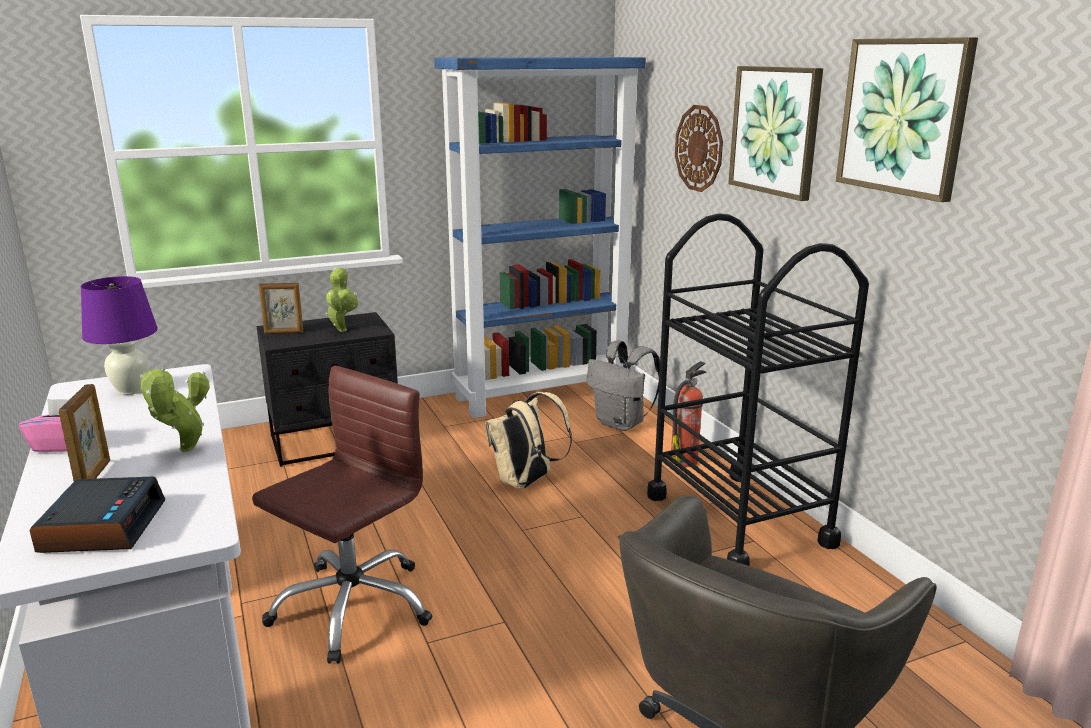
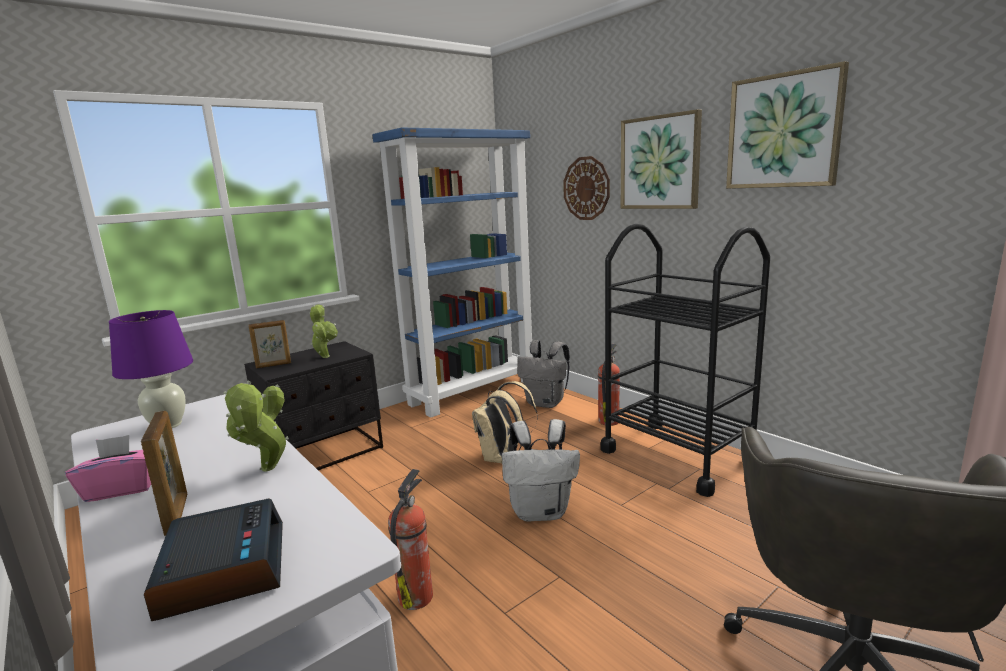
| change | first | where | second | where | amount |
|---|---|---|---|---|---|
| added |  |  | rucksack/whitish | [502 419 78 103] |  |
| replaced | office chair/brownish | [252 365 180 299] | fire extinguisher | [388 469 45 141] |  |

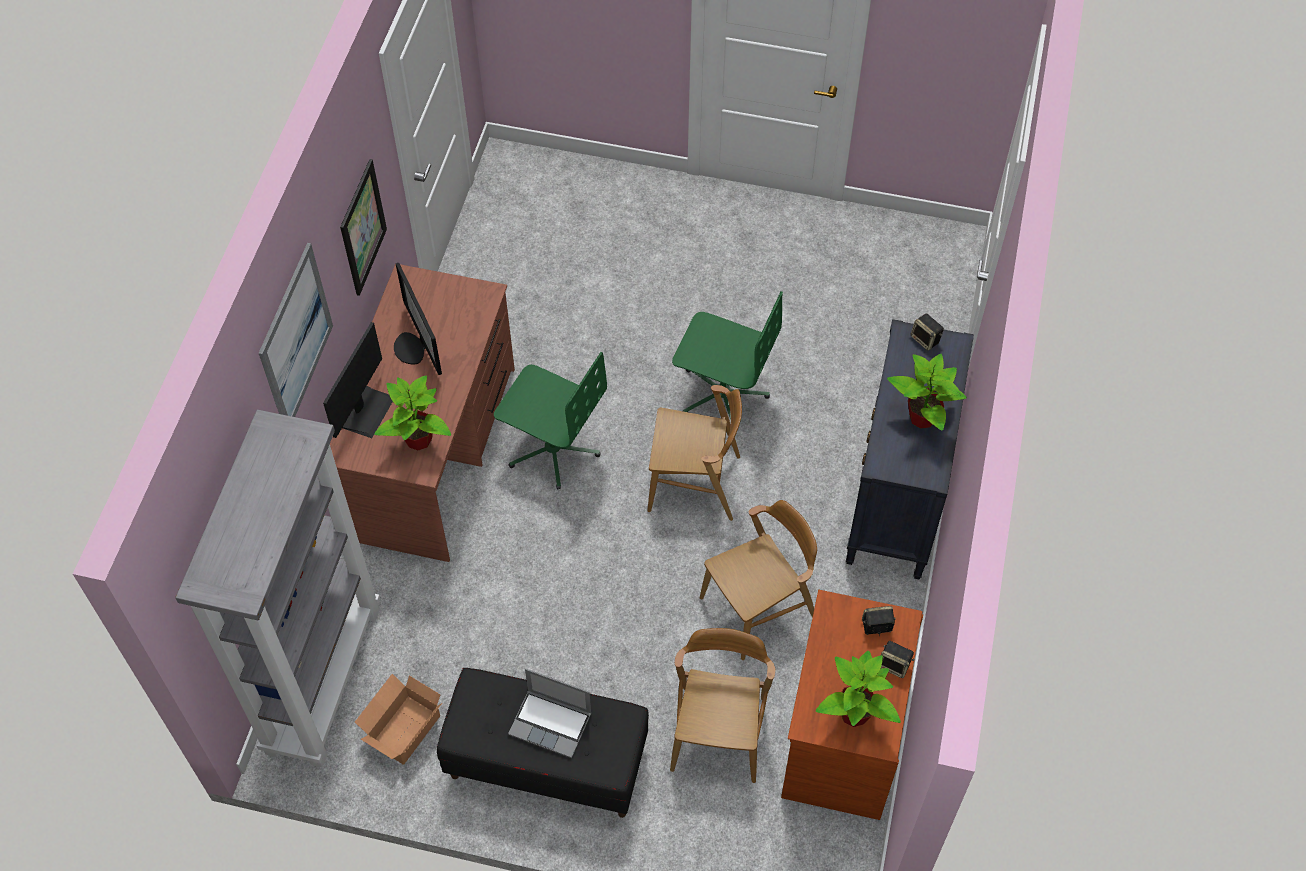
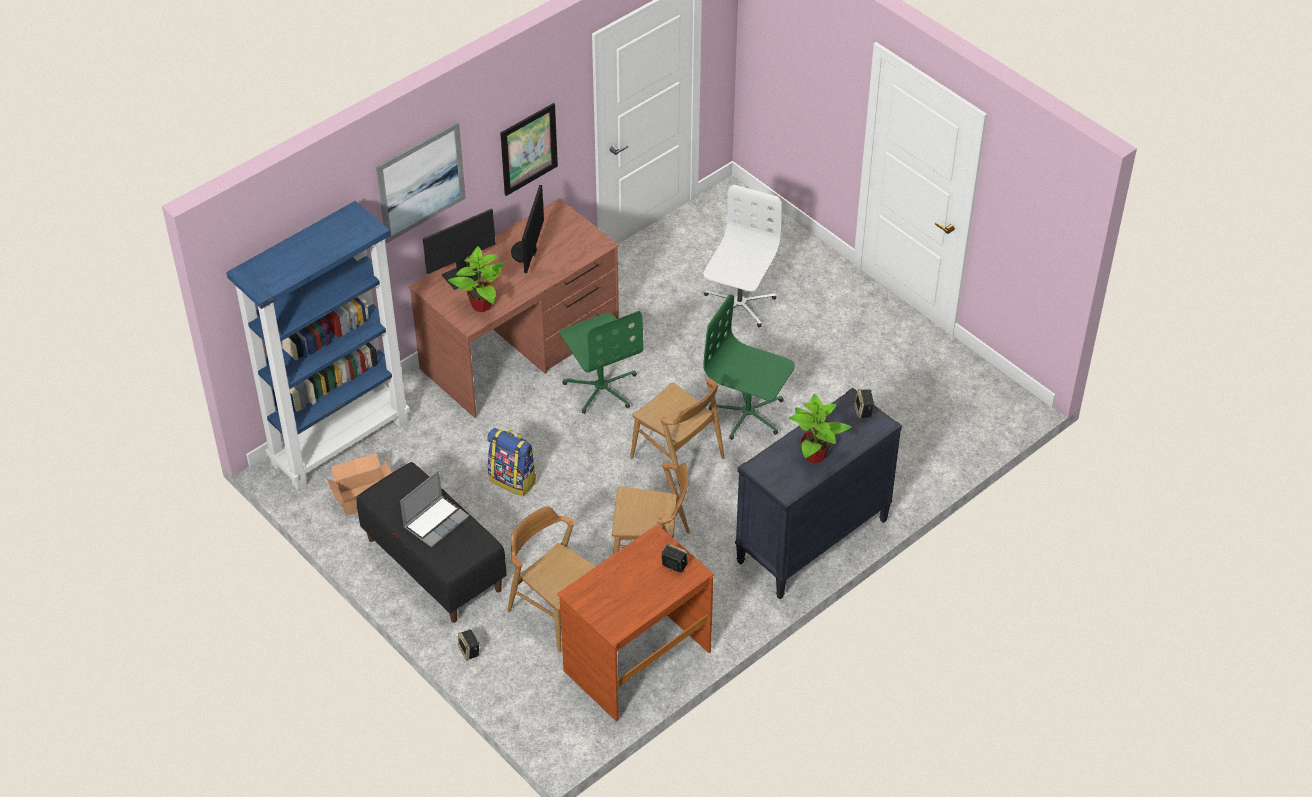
| change | first | where | second | where | amount |
|---|---|---|---|---|---|
| removed | houseplant | [816 651 85 76] |  |  |  |
| added |  |  | rucksack | [487 428 50 68] |  |
| added |  |  | office chair/whitish | [703 185 79 142] |  |
| moved | loudspeaker | [881 641 33 37] |  | [458 629 21 32] |  |
| recoloured | bookshelf/grey | [175 410 205 358] | bookshelf/blue-coloured | [226 201 184 289] |  |
| turned | laptop | [508 669 83 89] |  | [400 470 69 78] | 105 degrees counterclockwise |
| turned | chair/brownish | [670 628 105 155] |  | [508 506 88 147] | 90 degrees counterclockwise |
| turned | office chair/green-coloured | [672 291 111 129] |  | [703 294 92 146] | 150 degrees clockwise |

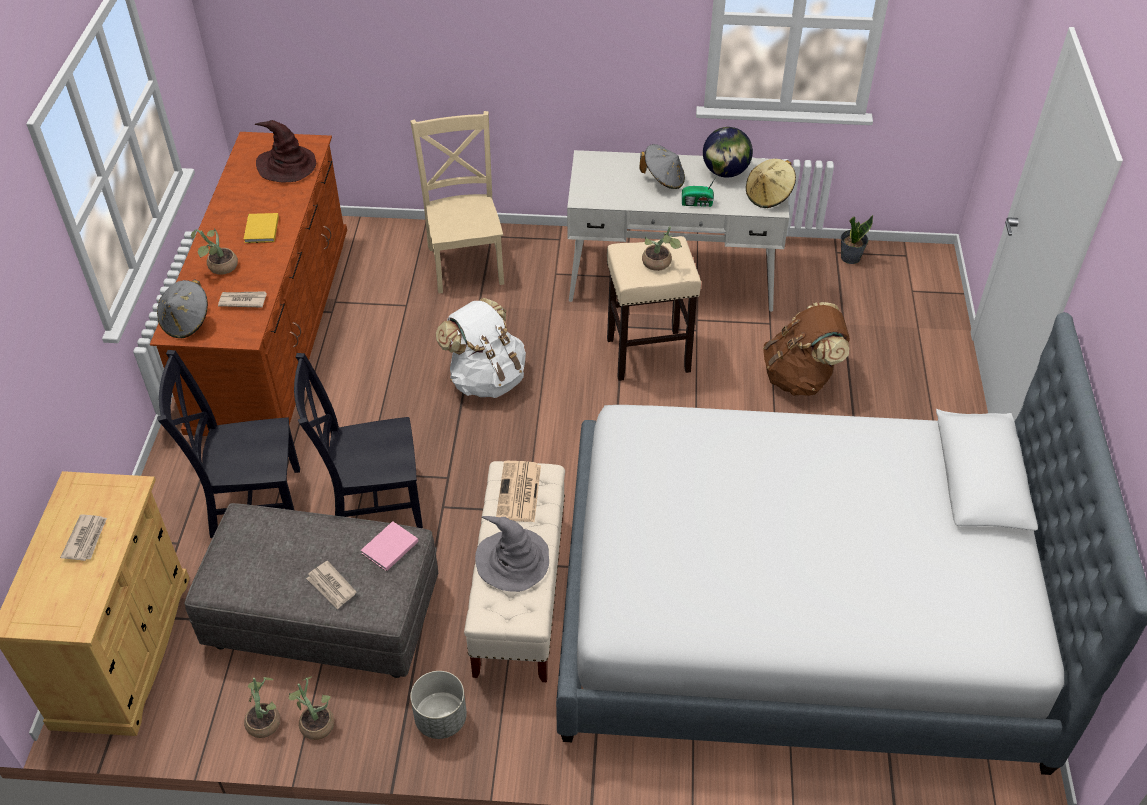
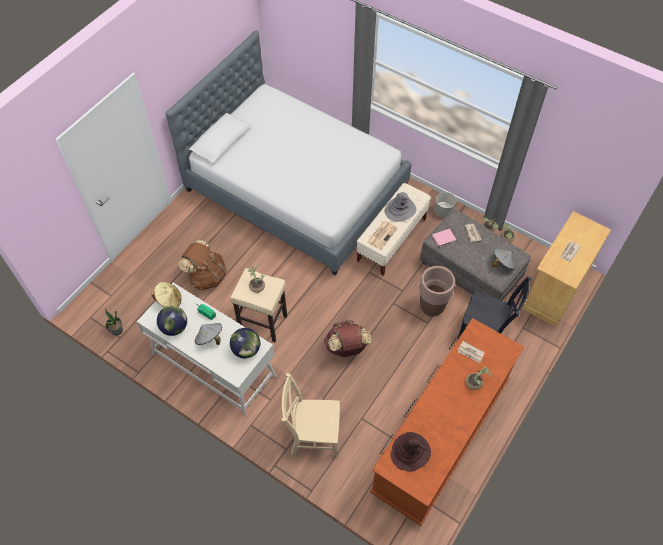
| change | first | where | second | where | amount |
|---|---|---|---|---|---|
| removed | volume/yellow-coloured | [244 213 35 30] |  |  |  |
| added |  |  | world globe | [230 328 30 30] |  |
| moved | wearable hat/grey | [157 279 51 59] |  | [492 248 24 22] |  |
| replaced | chair/black | [294 353 129 175] | planter/brownish | [419 266 36 50] |  |
| recoloured | rucksack/whitish | [436 298 90 100] | rucksack/brownish | [324 320 48 37] |  |
| turned | chair/beige-coloured | [410 111 94 183] |  | [282 373 58 84] | 75 degrees clockwise |

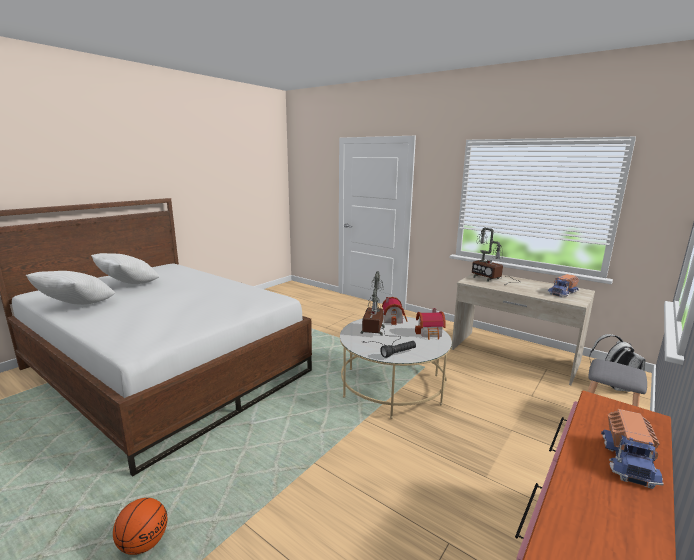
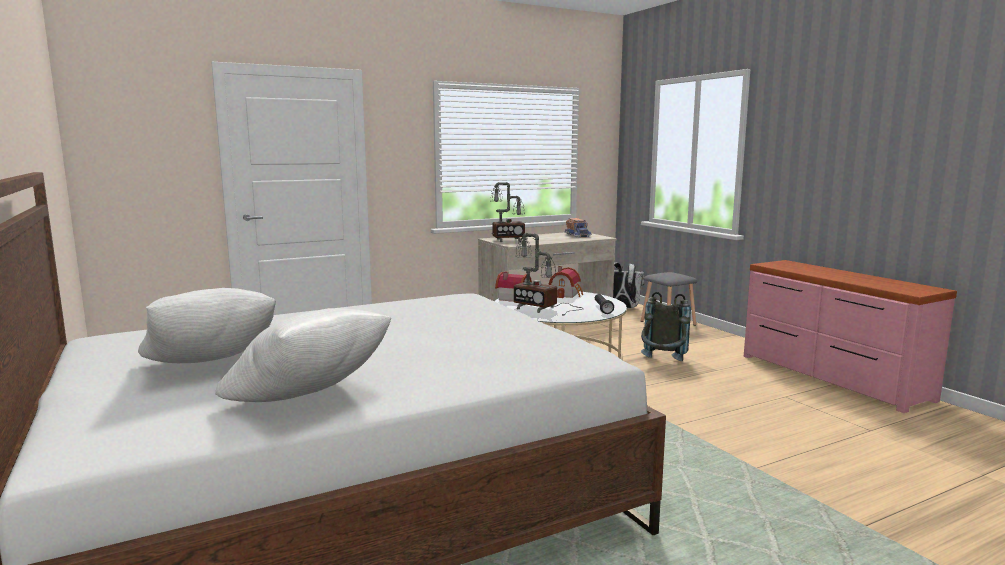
| change | first | where | second | where | amount |
|---|---|---|---|---|---|
| removed | ball for basketball | [113 498 55 57] |  |  |  |
| removed | model truck | [601 409 63 80] |  |  |  |
| added |  |  | rucksack/grey | [641 292 50 69] |  |

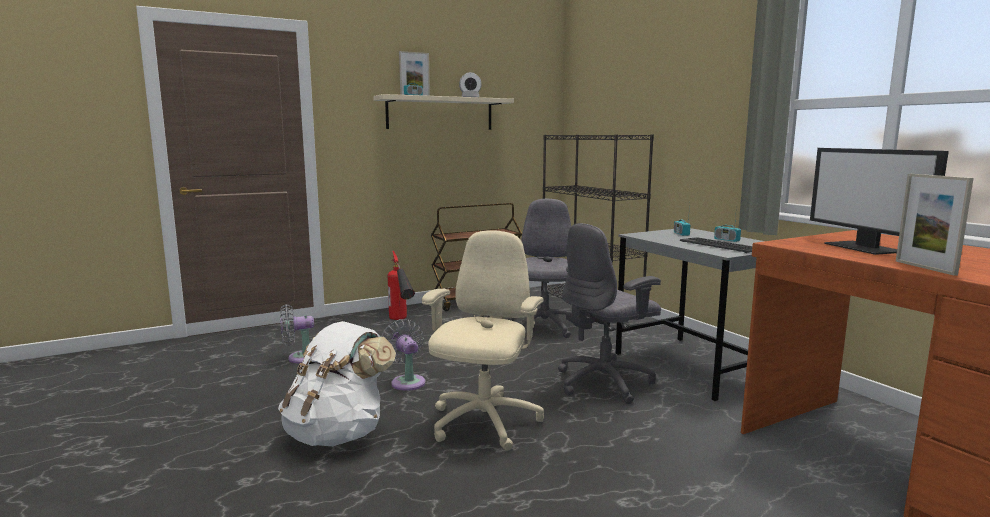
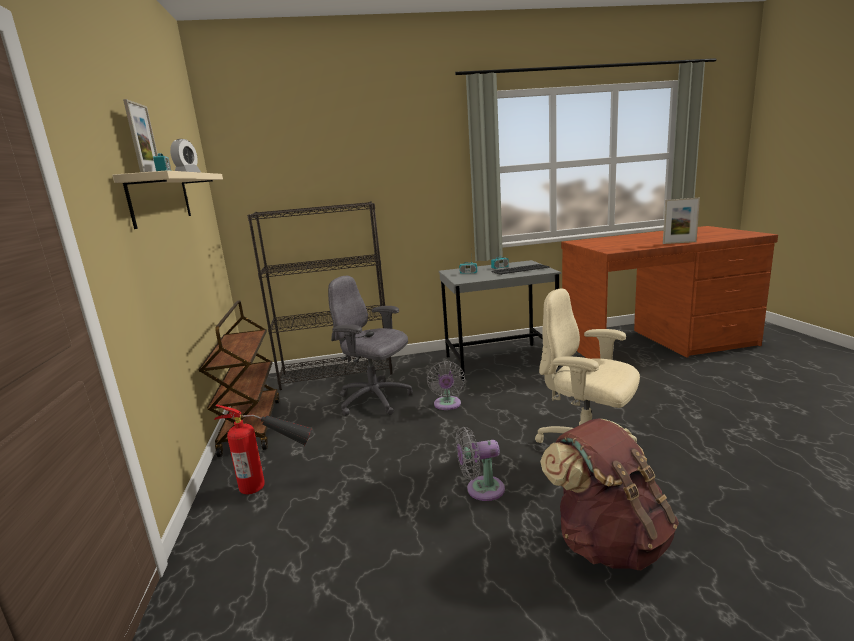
| change | first | where | second | where | amount |
|---|---|---|---|---|---|
| removed | office chair/grey | [558 223 103 181] |  |  |  |
| removed | computer display | [810 148 139 107] |  |  |  |
| moved | electric fan/grey | [280 304 34 59] |  | [427 361 38 49] |  |
| recoloured | rucksack/whitish | [278 321 118 125] | rucksack/brownish | [540 418 139 152] |  |

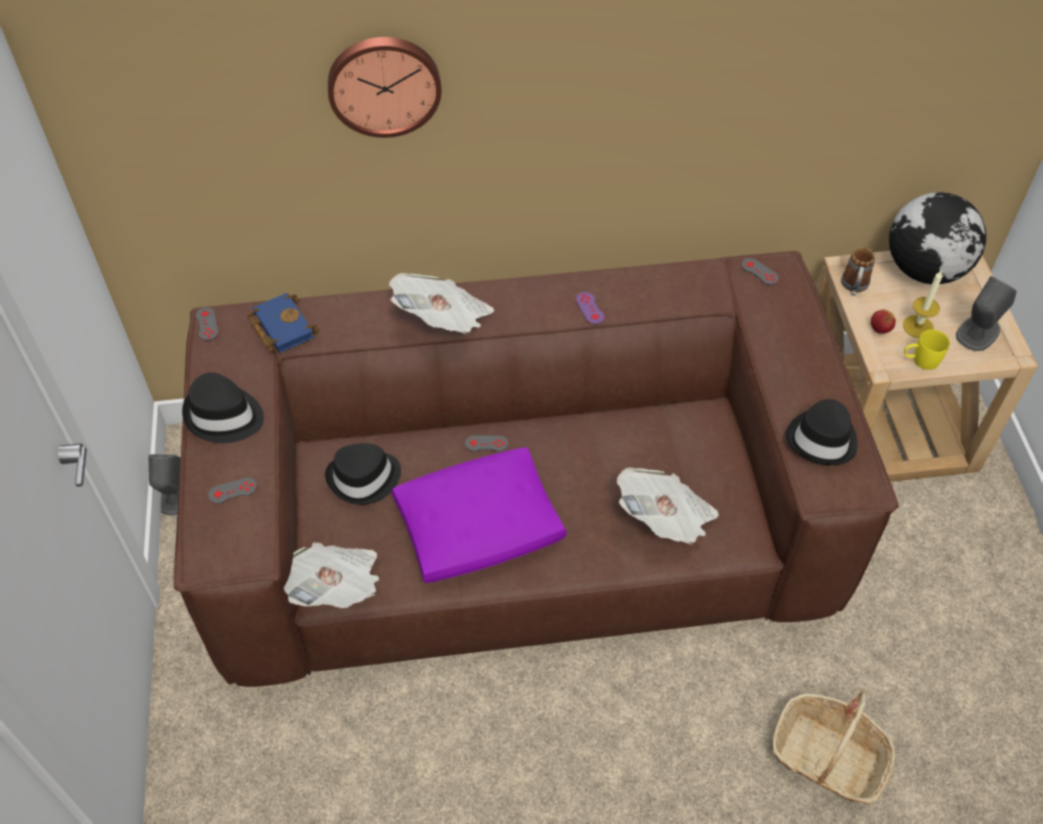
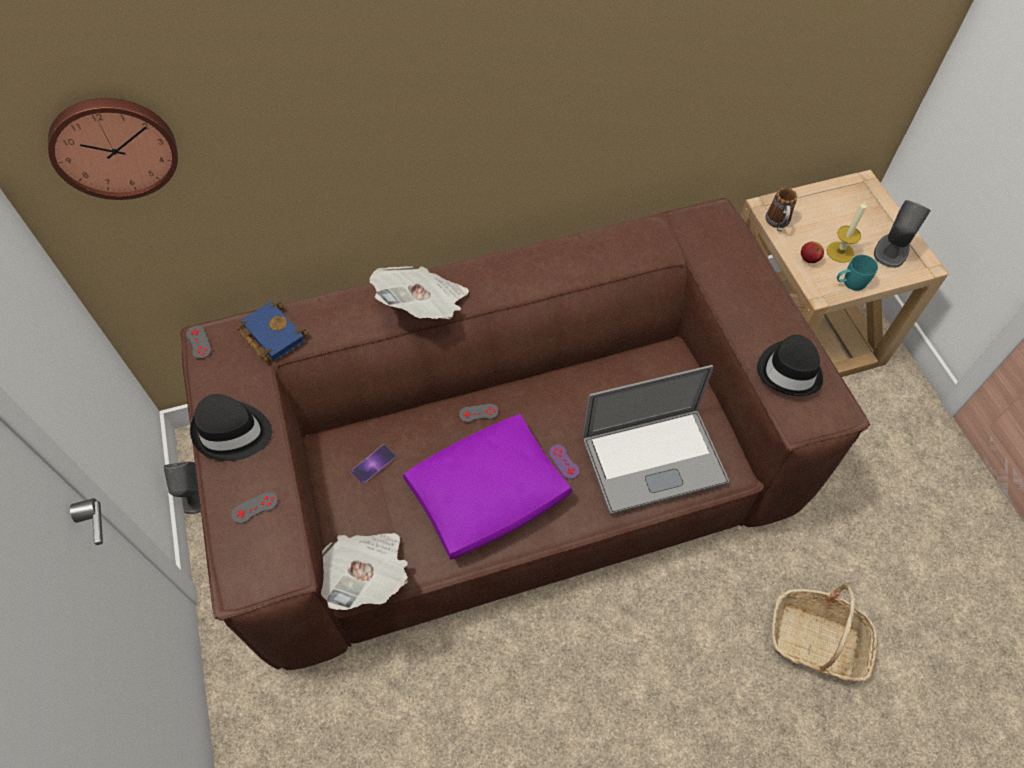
| change | first | where | second | where | amount |
|---|---|---|---|---|---|
| removed | game controller/grey | [741 258 38 27] |  |  |  |
| removed | world globe | [889 192 97 92] |  |  |  |
| moved | clock on the wall | [328 37 113 101] |  | [48 98 130 102] |  |
| moved | game controller/purplish | [576 292 28 32] |  | [549 445 30 34] |  |
| replaced | wearable hat/black | [325 443 76 62] | phone | [351 444 45 41] |  |
| replaced | printed paper | [616 467 103 77] | laptop | [583 365 146 149] |  |
| recoloured | coffee mug/yellow-coloured | [904 330 46 40] | coffee mug/blue-green | [837 255 41 36] |  |

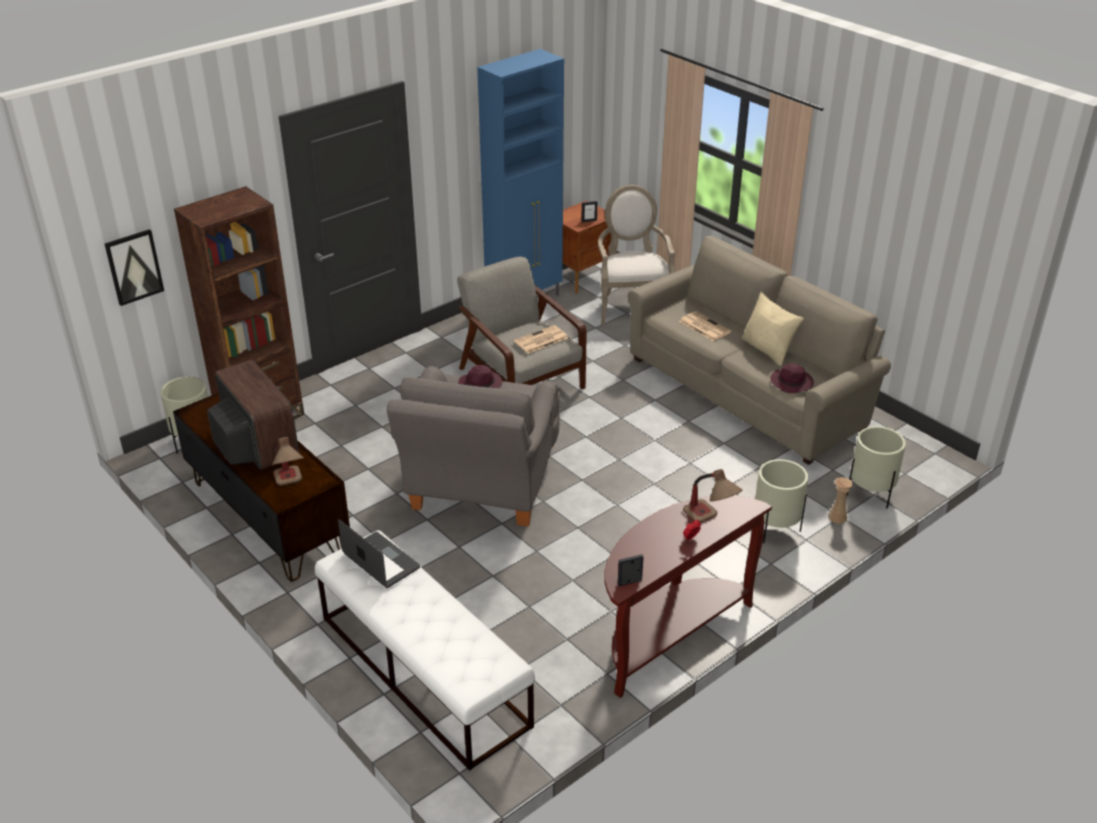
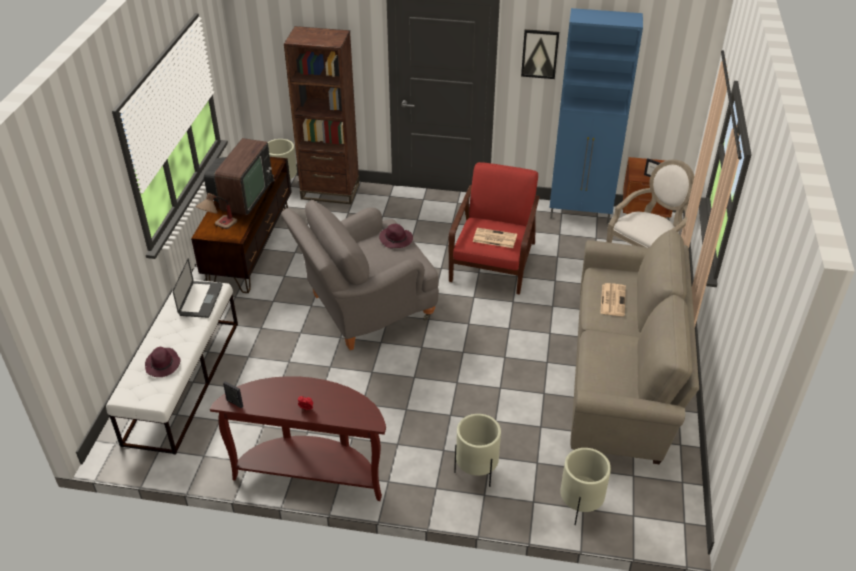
| change | first | where | second | where | amount |
|---|---|---|---|---|---|
| removed | lamp for a table | [683 469 59 54] |  |  |  |
| removed | throw pillow/beige-coloured | [742 292 62 74] |  |  |  |
| removed | flower vase/beige-coloured | [828 477 25 47] |  |  |  |
| moved | wall art | [105 229 59 77] |  | [521 29 38 50] |  |
| moved | wearable hat/purplish | [770 363 44 30] |  | [145 347 36 30] |  |
| recoloured | armchair/grey | [457 256 130 133] | armchair/red-coloured | [449 162 91 133] |  |

